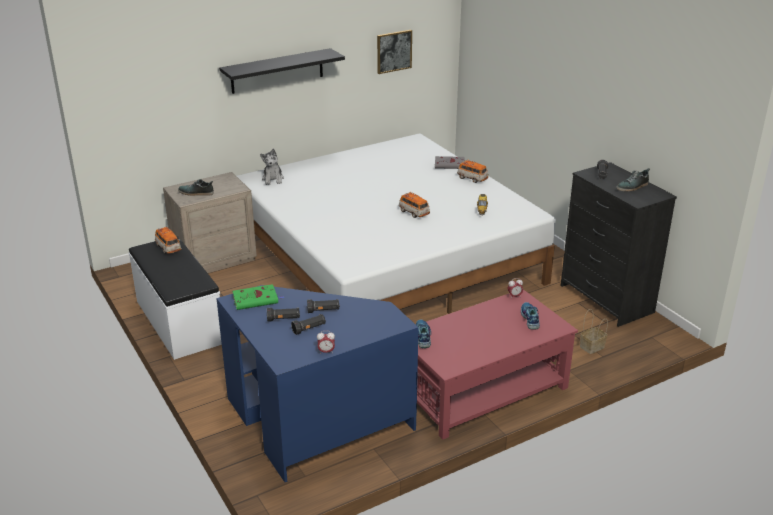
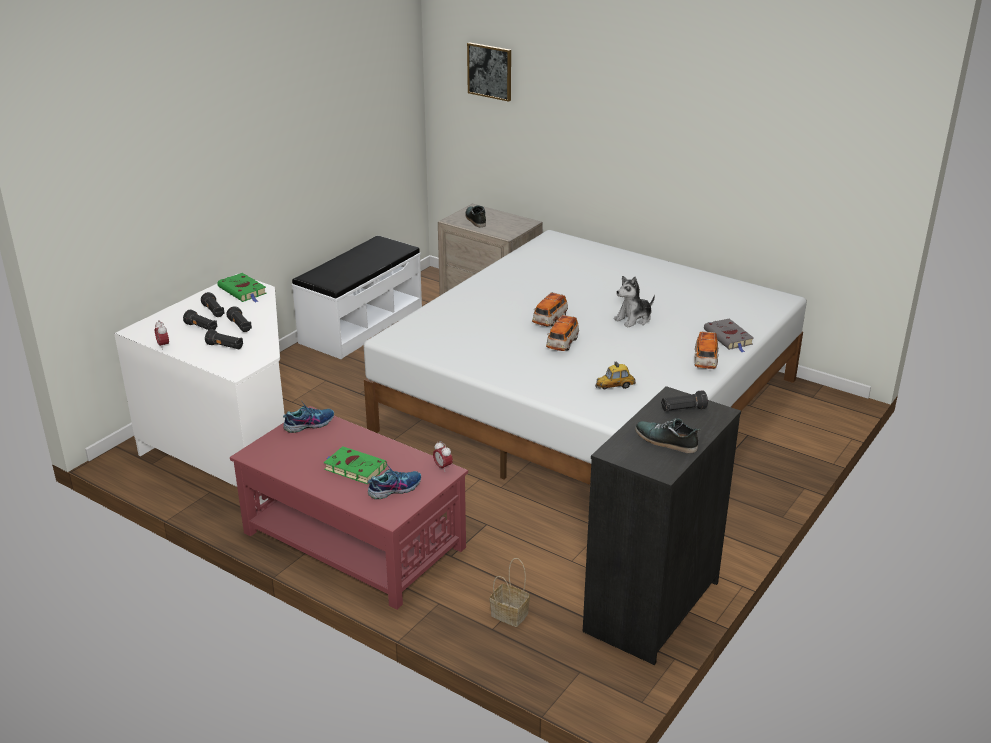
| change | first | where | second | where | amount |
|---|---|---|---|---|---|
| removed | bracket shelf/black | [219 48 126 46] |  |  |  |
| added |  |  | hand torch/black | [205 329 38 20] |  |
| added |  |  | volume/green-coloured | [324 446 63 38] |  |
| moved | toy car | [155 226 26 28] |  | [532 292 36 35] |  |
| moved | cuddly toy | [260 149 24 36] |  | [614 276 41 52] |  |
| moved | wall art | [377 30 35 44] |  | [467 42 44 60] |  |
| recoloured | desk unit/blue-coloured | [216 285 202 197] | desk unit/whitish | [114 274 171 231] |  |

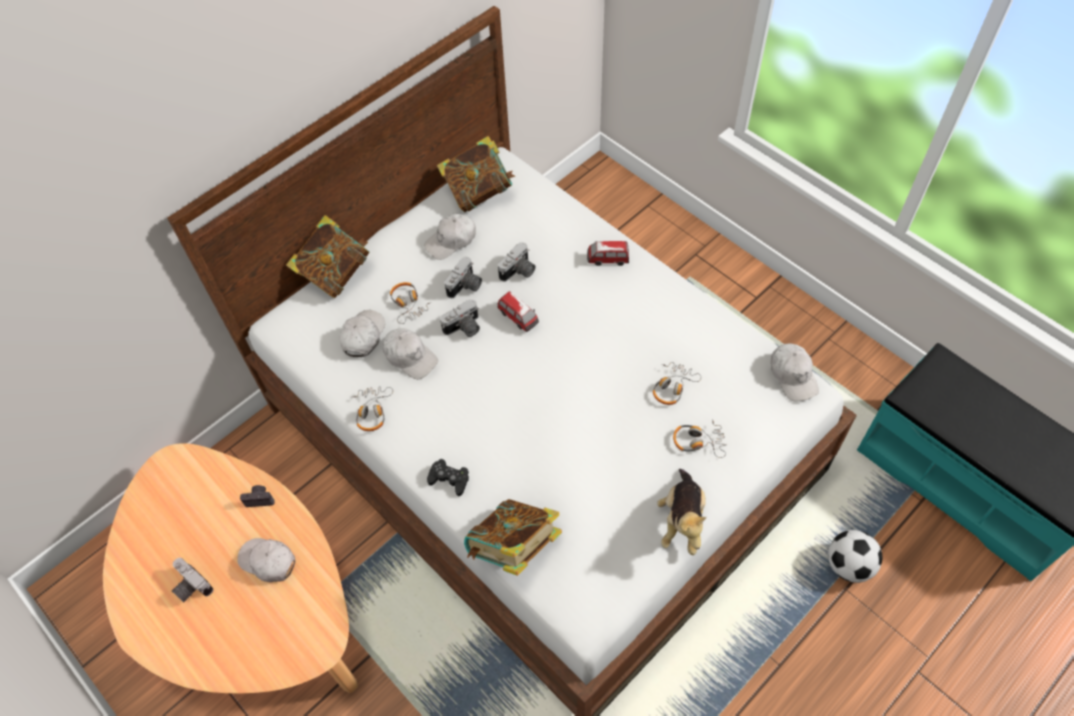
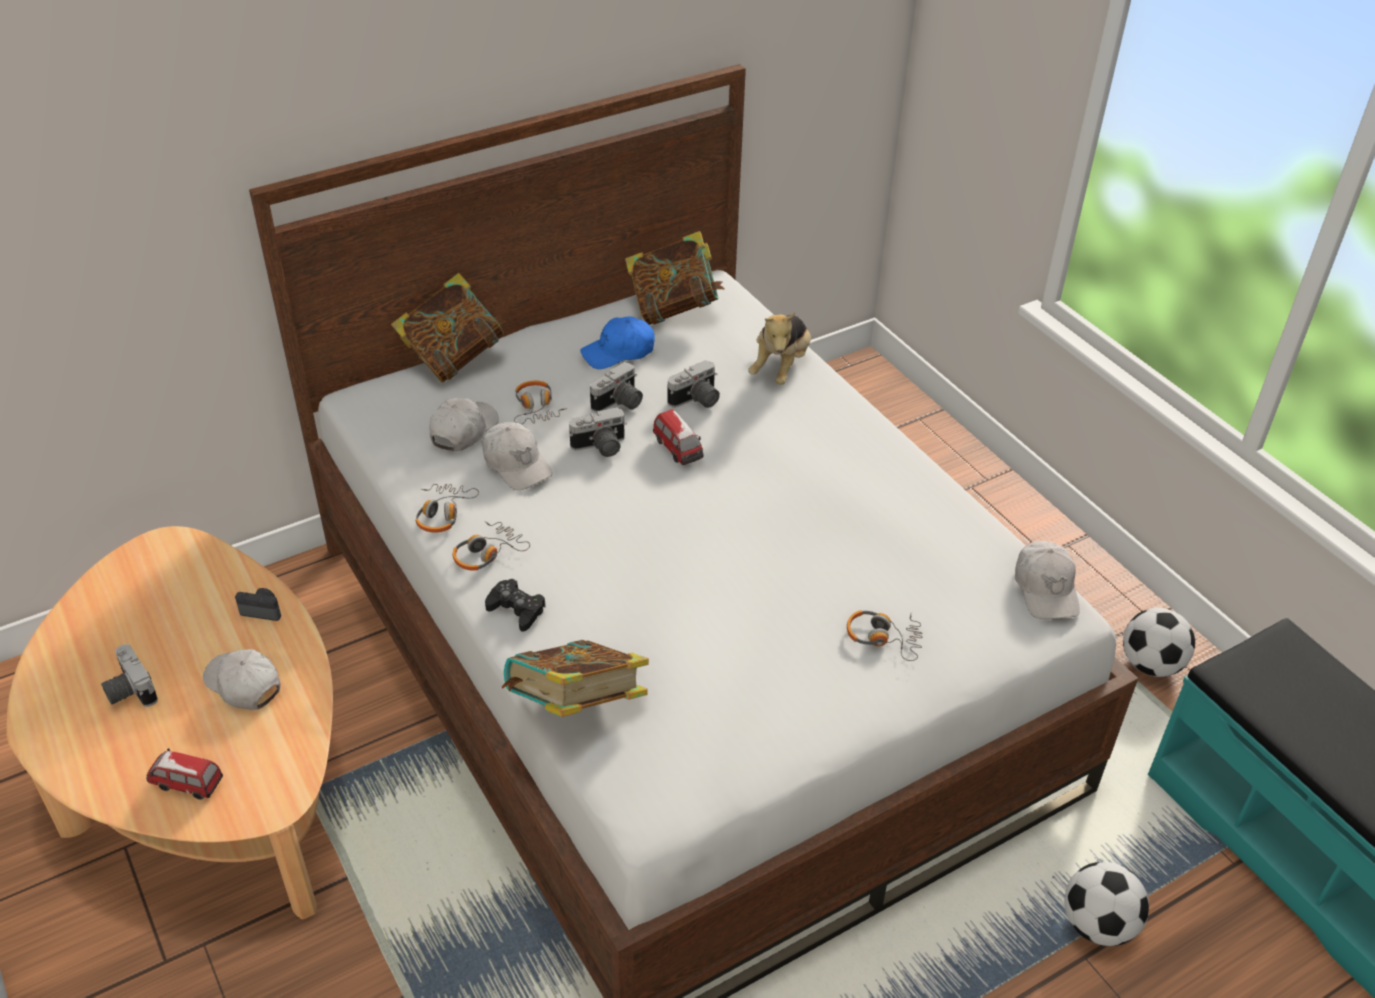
| change | first | where | second | where | amount |
|---|---|---|---|---|---|
| added |  |  | ball for football | [1123 608 72 69] |  |
| moved | toy car | [587 241 42 25] |  | [146 748 77 52] |  |
| moved | headset | [653 362 48 43] |  | [453 521 77 49] |  |
| moved | cuddly toy | [657 469 50 86] |  | [748 312 63 73] |  |
| recoloured | cap/whitish | [424 214 52 46] | cap/blue-coloured | [580 316 75 53] |  |

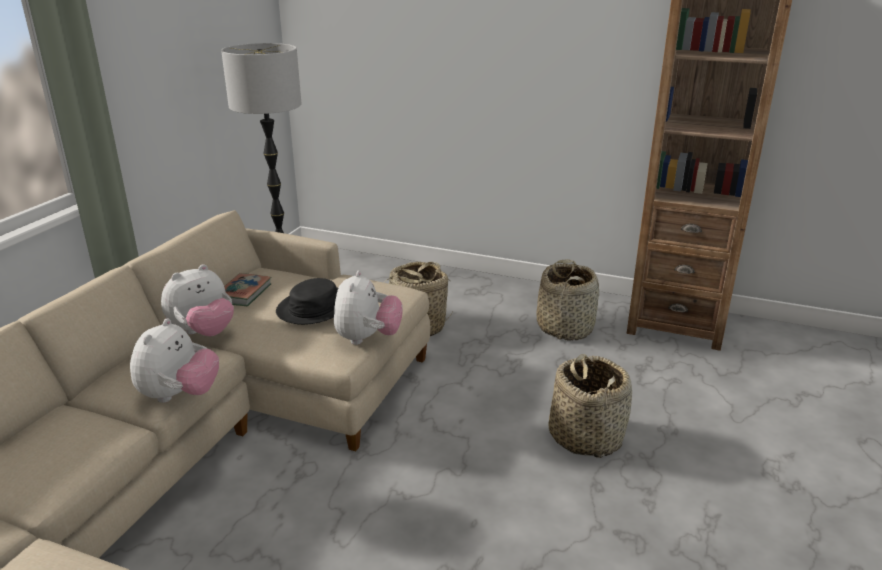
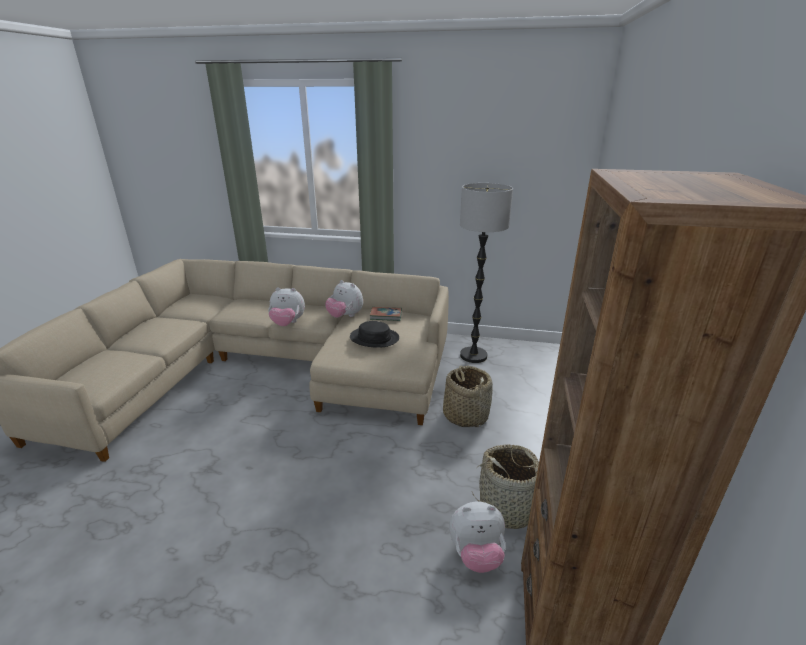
| change | first | where | second | where | amount |
|---|---|---|---|---|---|
| removed | household basket | [549 354 83 104] |  |  |  |
| moved | cuddly toy | [334 271 69 74] |  | [449 501 57 72] |  |

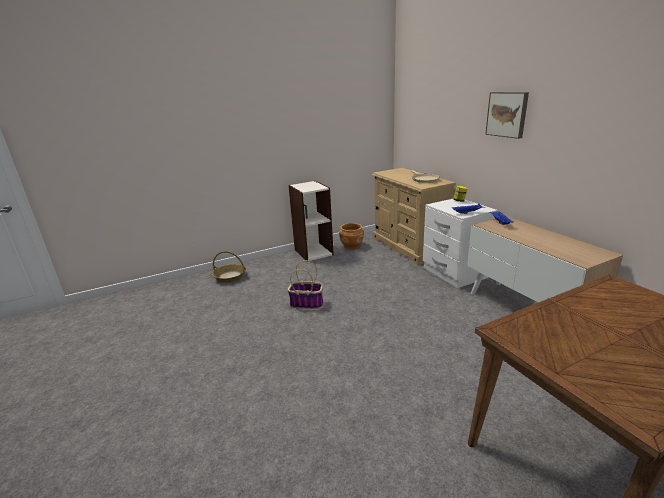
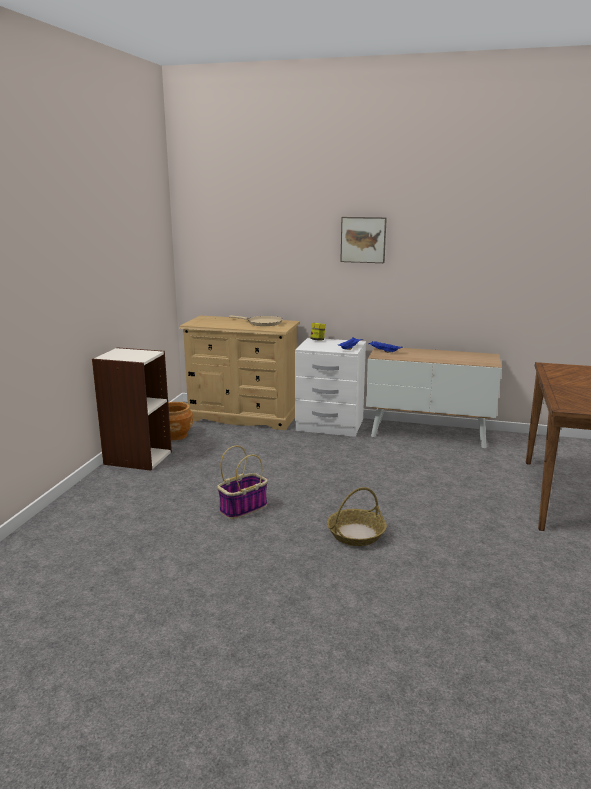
| change | first | where | second | where | amount |
|---|---|---|---|---|---|
| moved | household basket | [212 251 34 32] |  | [327 487 60 59] |  |

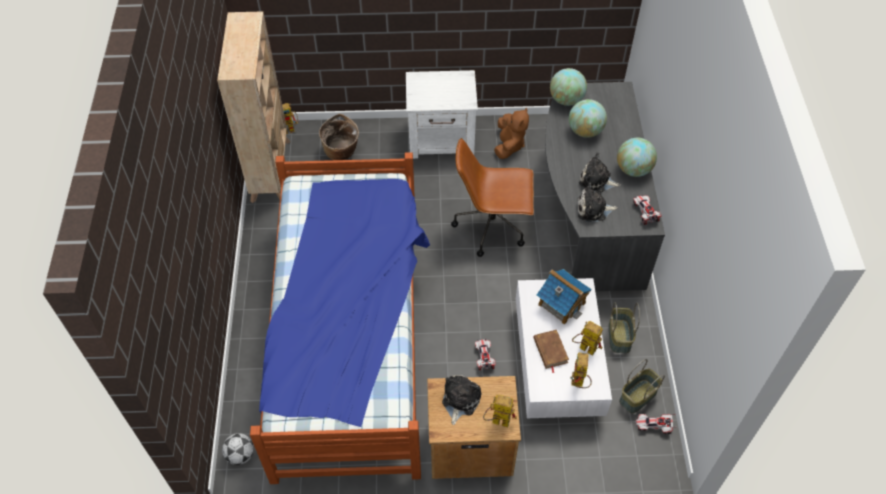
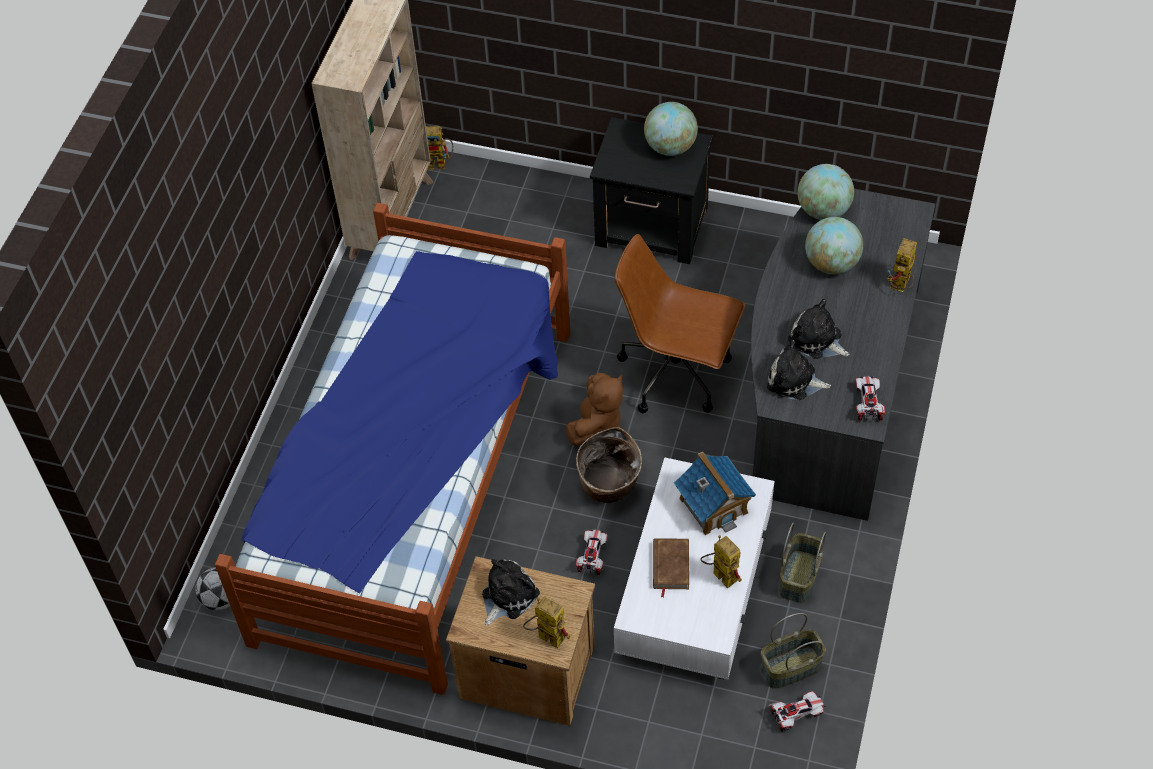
| change | first | where | second | where | amount |
|---|---|---|---|---|---|
| moved | household basket | [319 114 40 46] |  | [576 427 66 76] |  |
| moved | cuddly toy/brownish | [494 107 35 52] |  | [566 373 57 72] |  |
| moved | toy robot | [571 352 21 36] |  | [887 238 30 54] |  |
| moved | world globe | [617 138 40 39] |  | [644 102 54 54] |  |
| recoloured | nightstand/whitish | [406 70 72 89] | nightstand/black | [590 117 123 147] |  |
| turned | toy car | [635 414 41 20] |  | [768 691 58 41] | 135 degrees clockwise |

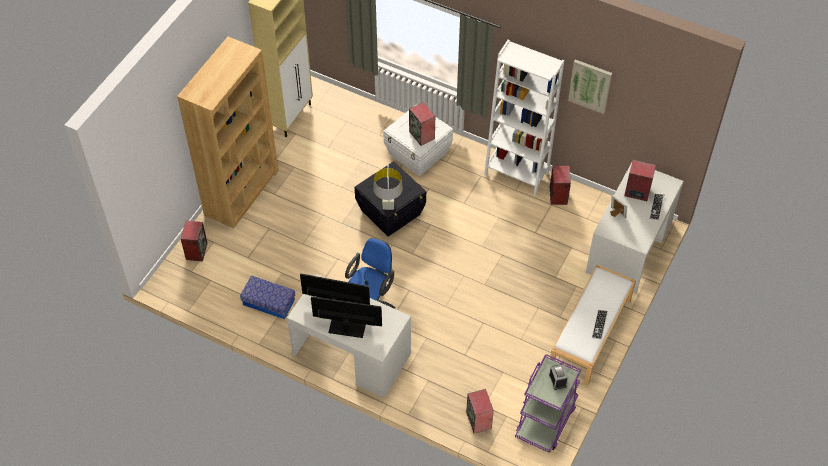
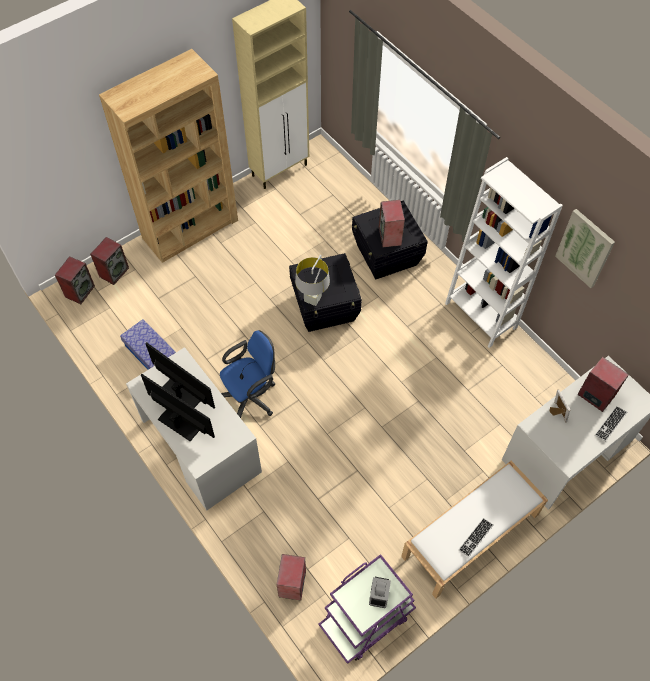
| change | first | where | second | where | amount |
|---|---|---|---|---|---|
| moved | loudspeaker | [550 166 21 39] |  | [55 256 40 48] |  |
| recoloured | storage box/whitish | [383 104 70 72] | storage box/black | [352 201 76 78] |  |

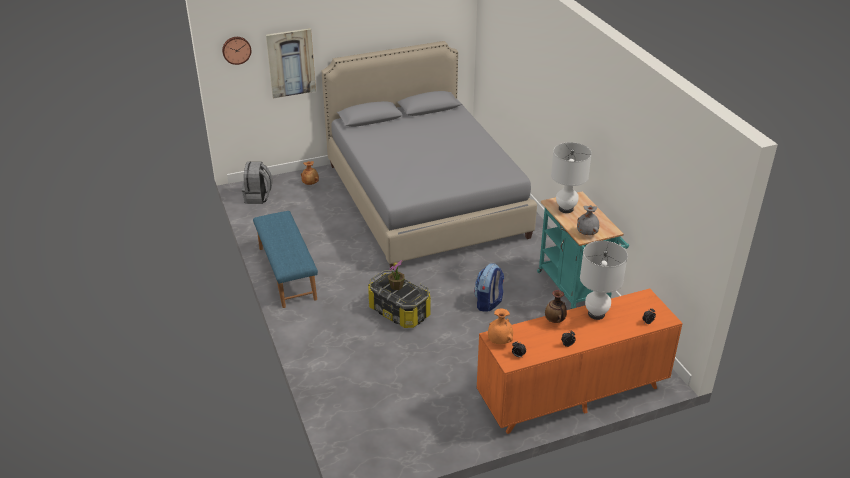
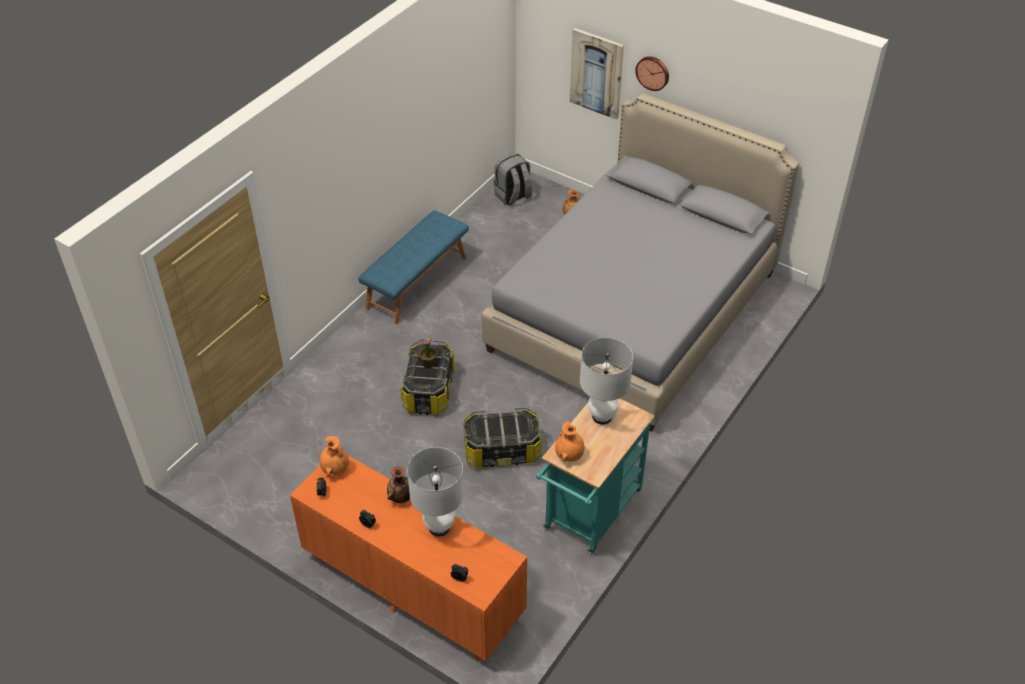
| change | first | where | second | where | amount |
|---|---|---|---|---|---|
| moved | clock on the wall | [222 37 29 28] |  | [635 56 34 35] |  |
| replaced | rucksack | [474 263 30 49] | storage box | [463 407 78 61] |  |
| recoloured | flower vase/grey | [577 205 22 30] | flower vase/orange | [555 421 29 41] |  |

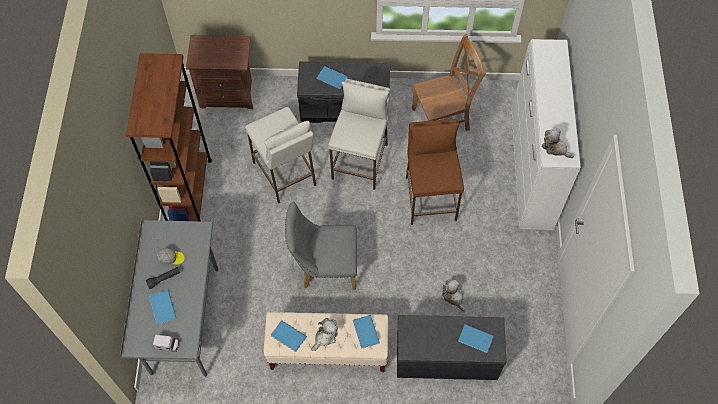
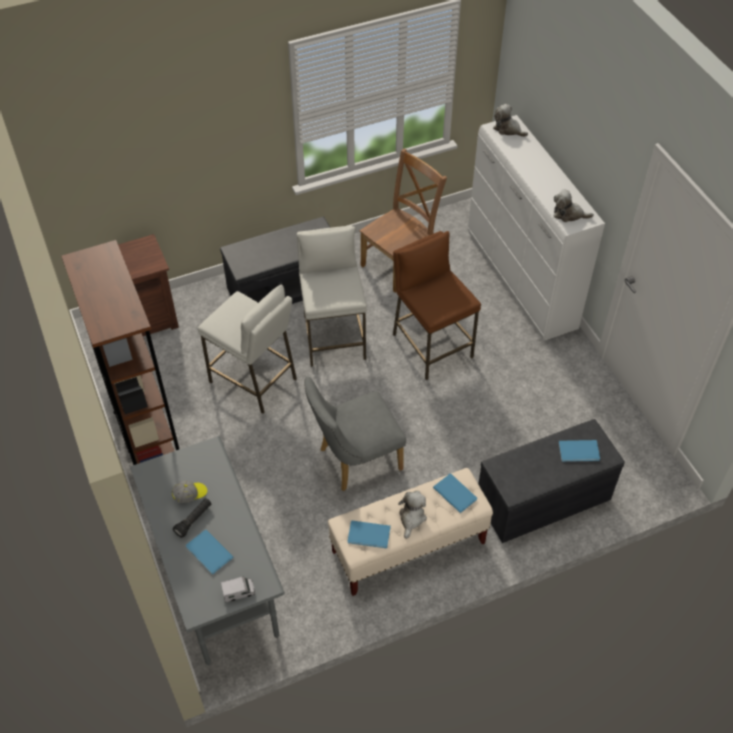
| change | first | where | second | where | amount |
|---|---|---|---|---|---|
| removed | volume/blue-coloured | [316 66 31 23] |  |  |  |
| moved | cuddly toy | [442 280 23 32] |  | [493 104 35 33] |  |

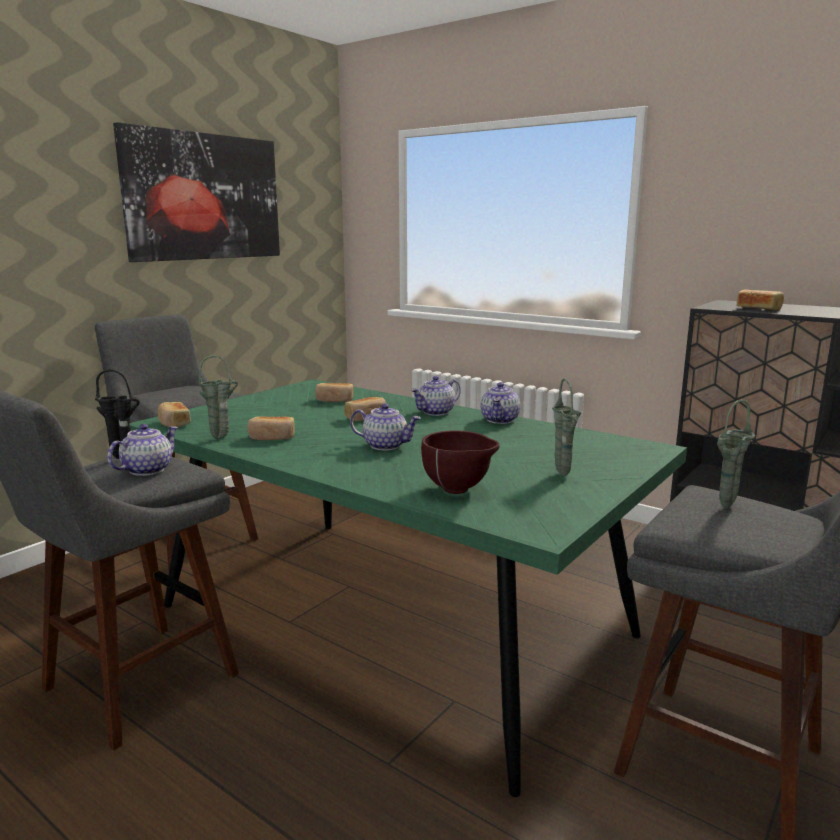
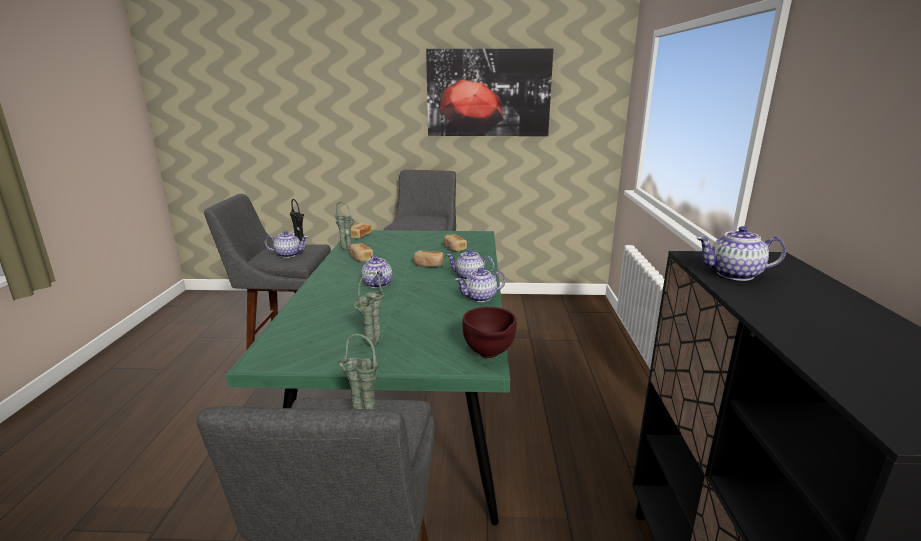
| change | first | where | second | where | amount |
|---|---|---|---|---|---|
| moved | serving bowl/brownish | [421 430 79 64] |  | [462 307 55 51] |  |
| replaced | baked bread | [737 290 47 20] | pot for tea | [697 226 89 55] |  |

